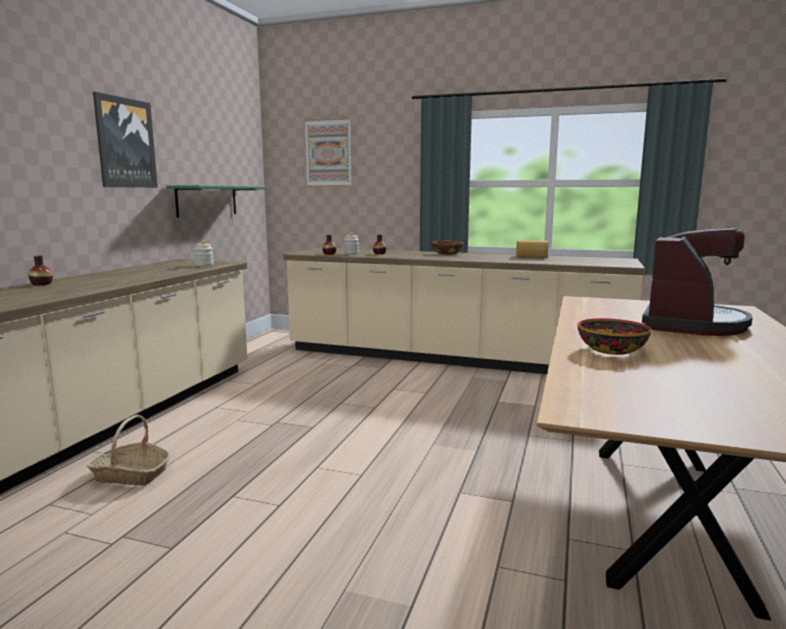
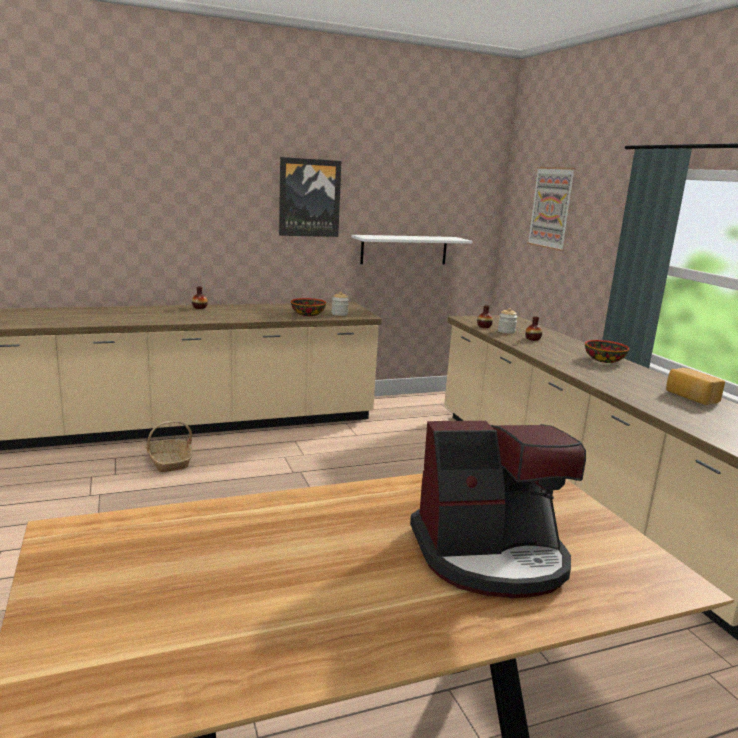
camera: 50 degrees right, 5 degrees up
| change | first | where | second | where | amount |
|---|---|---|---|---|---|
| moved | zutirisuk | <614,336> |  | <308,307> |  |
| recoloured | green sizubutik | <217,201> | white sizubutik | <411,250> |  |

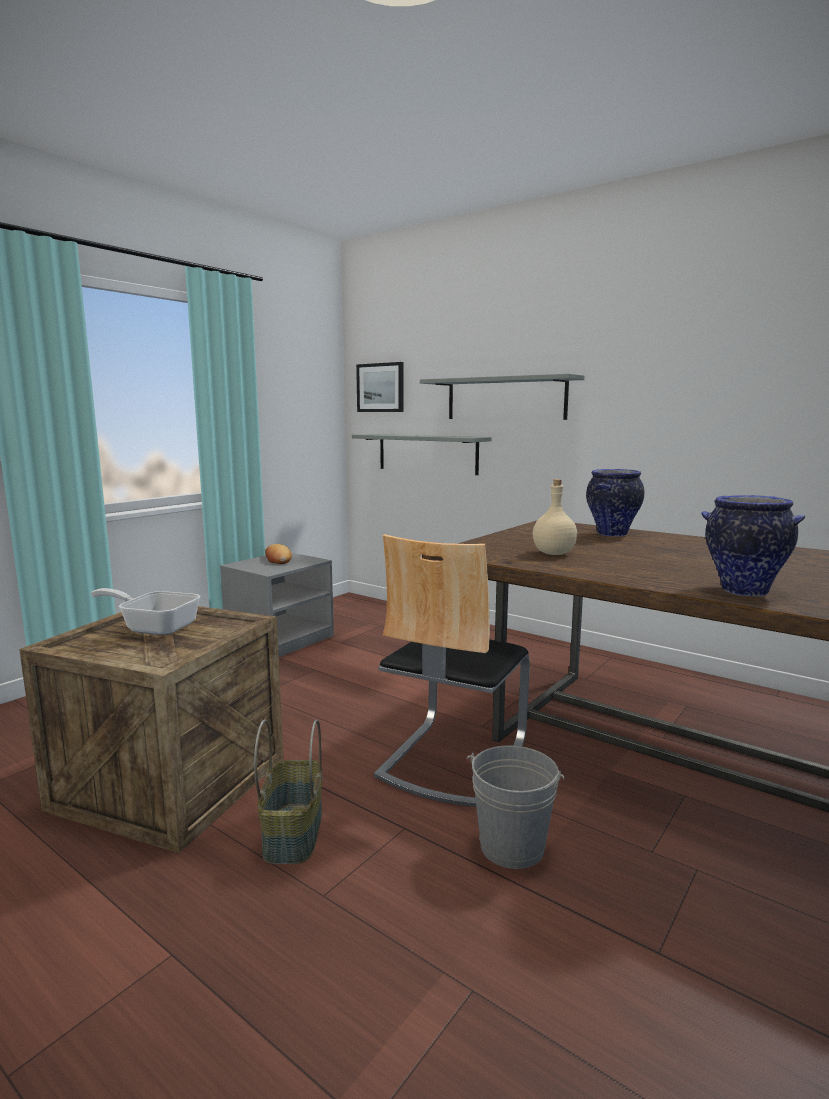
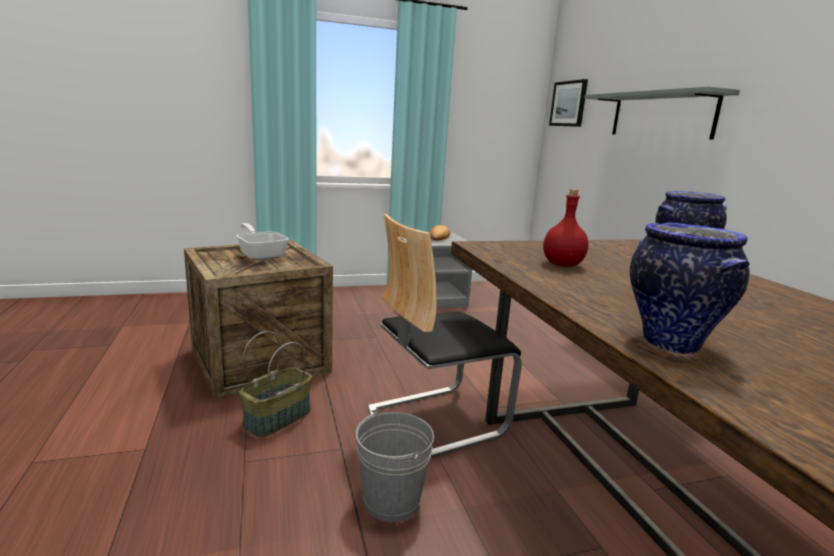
camera: 35 degrees right, 5 degrees up
| change | first | where | second | where | amount |
|---|---|---|---|---|---|
| removed | grey sizubutik | <422,454> |  |  |  |
| recoloured | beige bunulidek | <555,517> | red bunulidek | <565,228> |  |

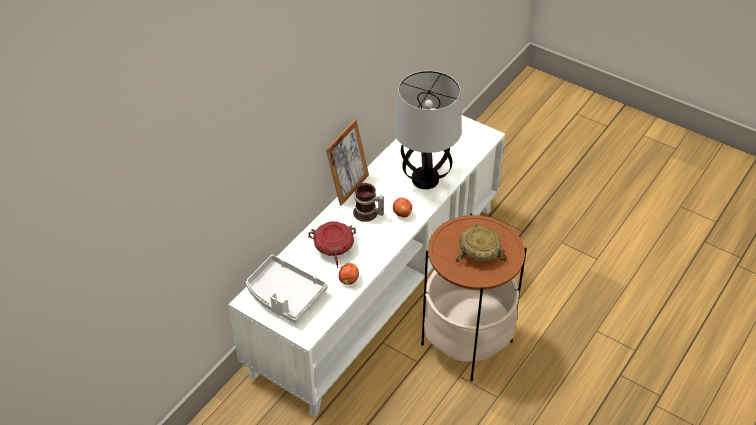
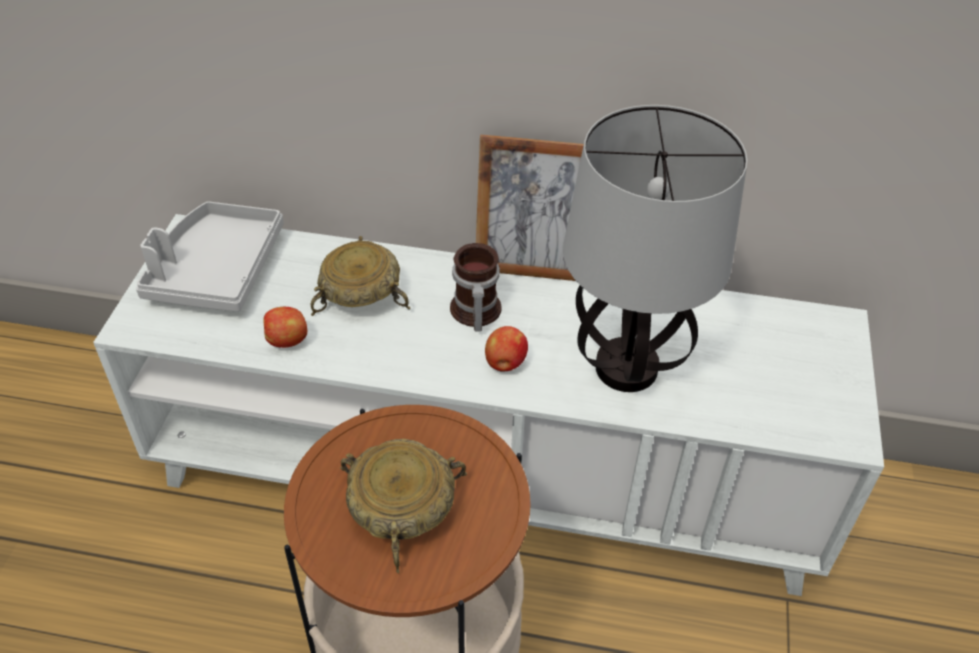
camera: 65 degrees right, 0 degrees up
| change | first | where | second | where | amount |
|---|---|---|---|---|---|
| recoloured | red zutirisuk | <332,244> | beige zutirisuk | <360,276> |  |

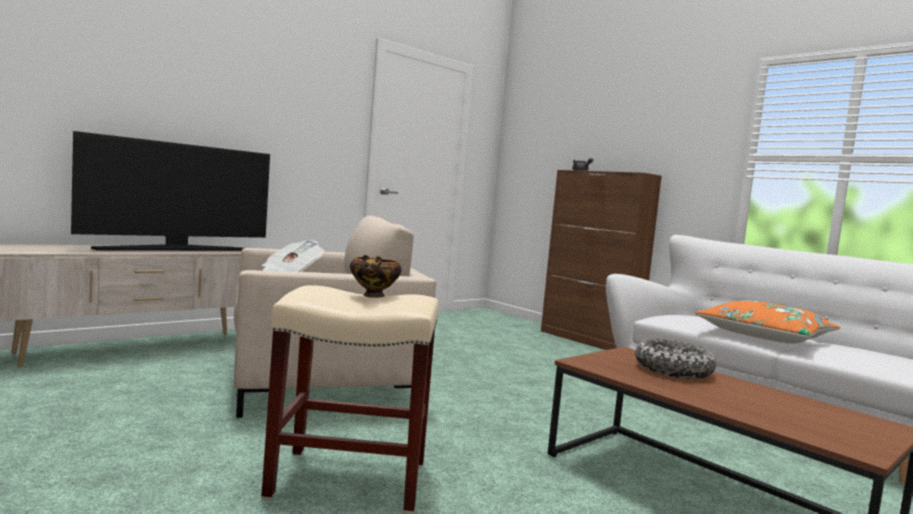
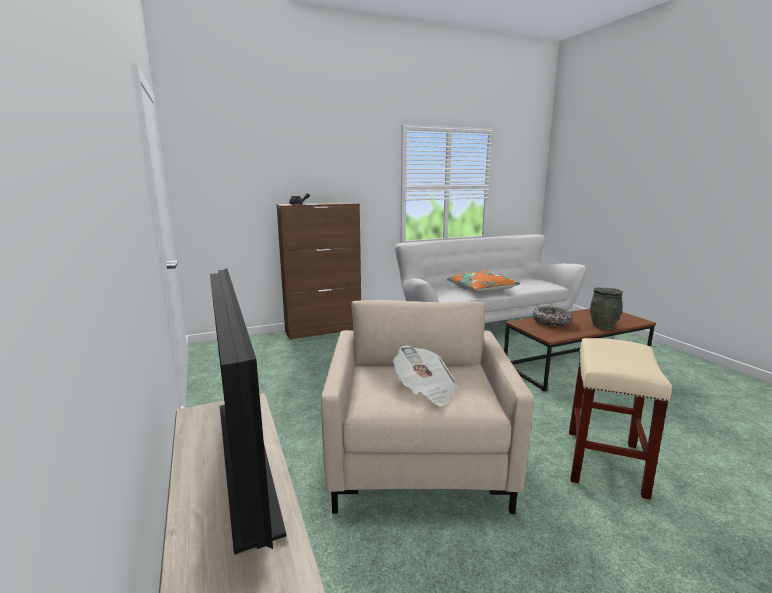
camera: 70 degrees left, 10 degrees up
| change | first | where | second | where | amount |
|---|---|---|---|---|---|
| removed | zutirisuk | <375,276> |  |  |  |
| added |  |  | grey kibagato | <606,309> |  |

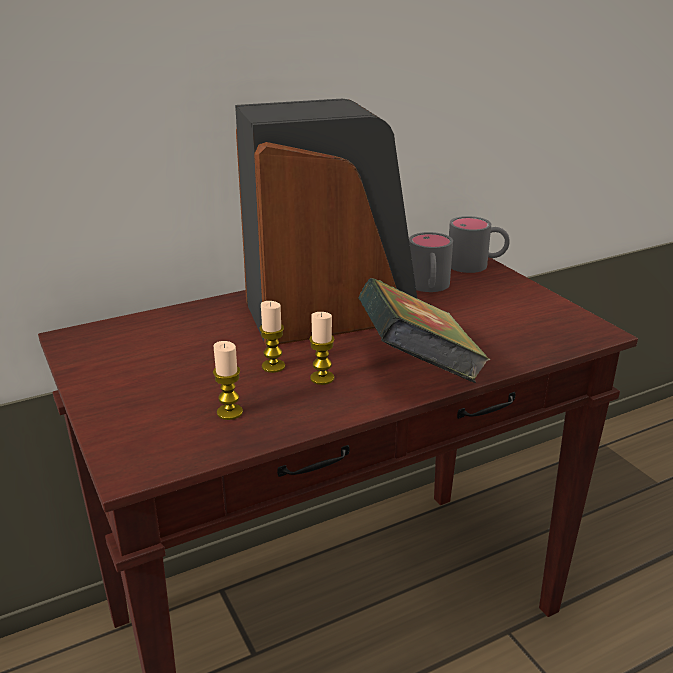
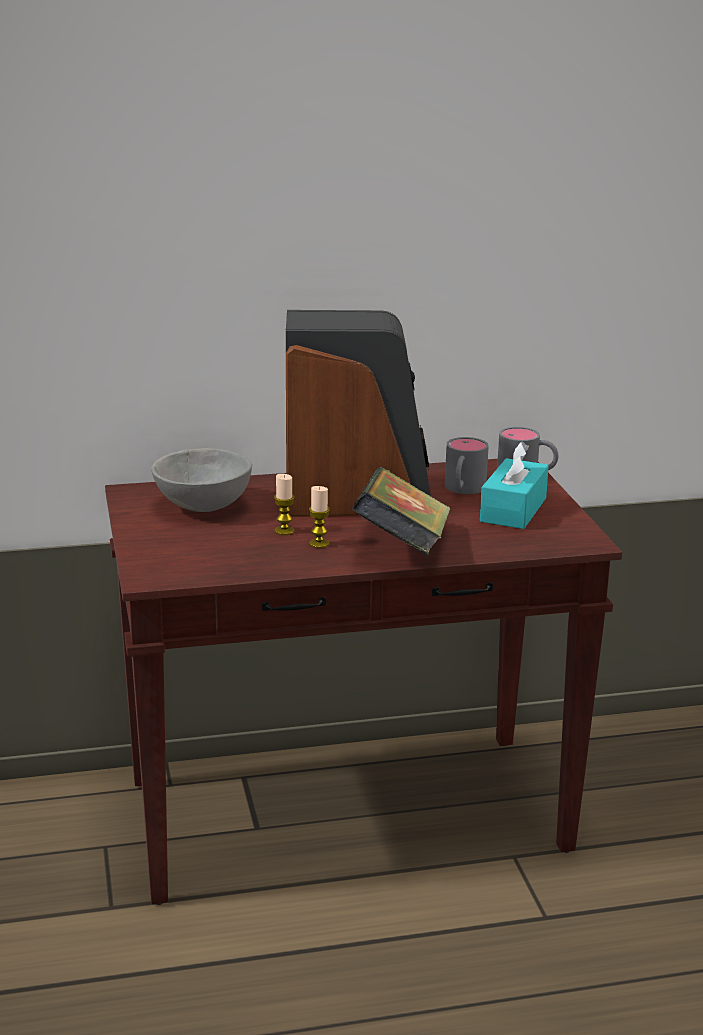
camera: 15 degrees right, 5 degrees down
| change | first | where | second | where | amount |
|---|---|---|---|---|---|
| removed | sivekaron | <228,380> |  |  |  |
| added |  |  | grey zutirisuk | <201,480> |  |
| added |  |  | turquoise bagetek | <514,485> |  |

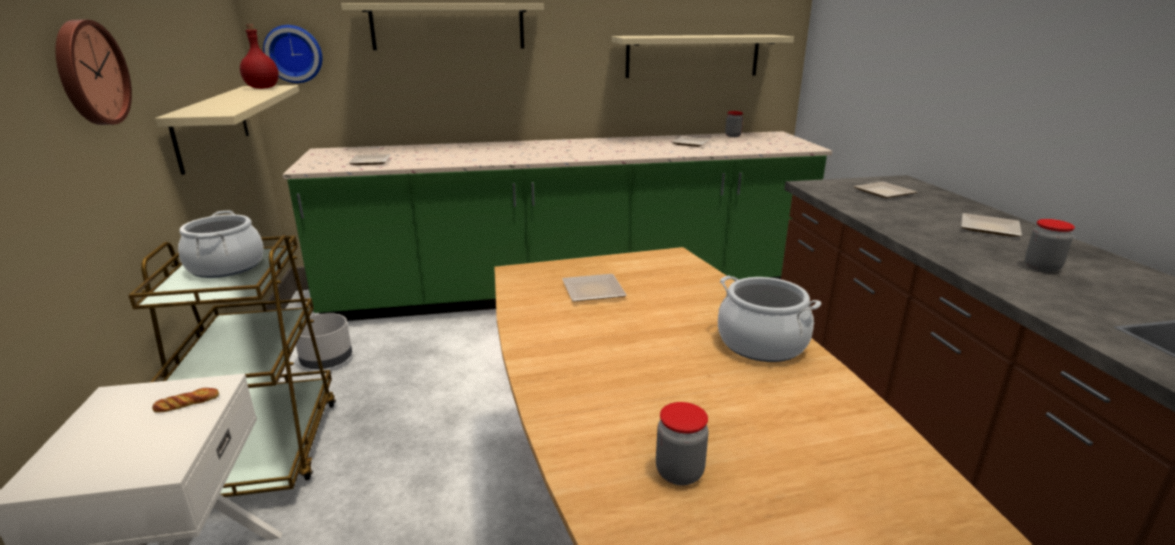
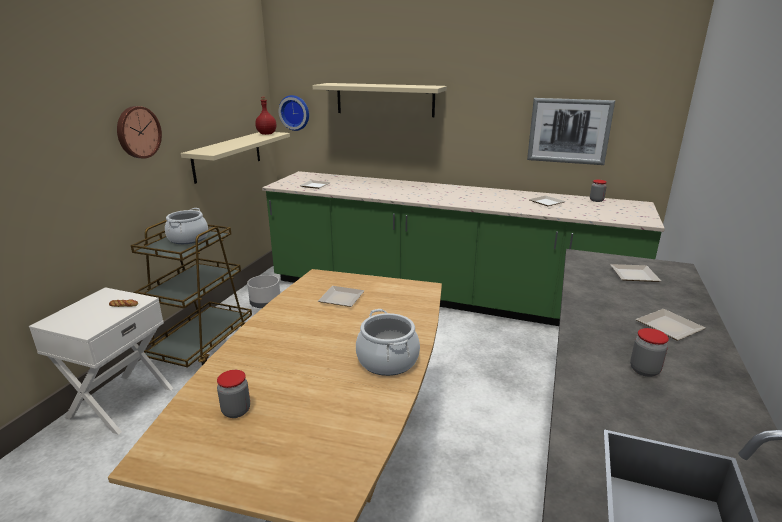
camera: 30 degrees right, 0 degrees up
| change | first | where | second | where | amount |
|---|---|---|---|---|---|
| replaced | beige sizubutik | <703,56> | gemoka | <571,131> |  |

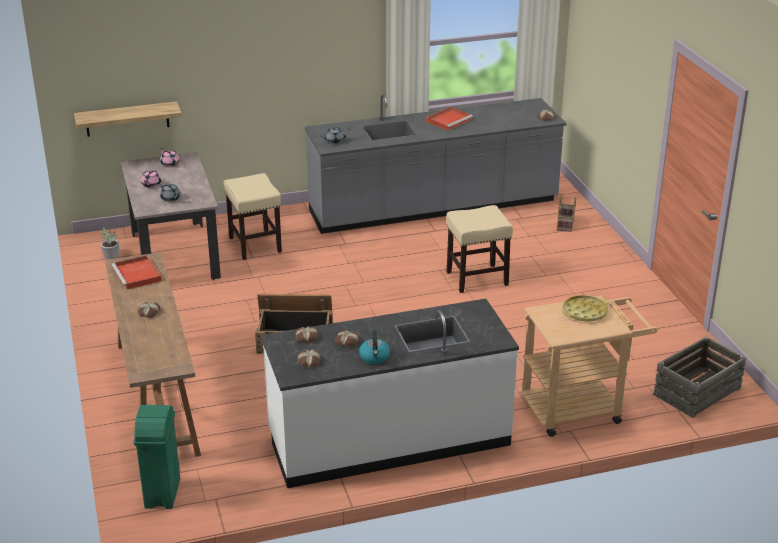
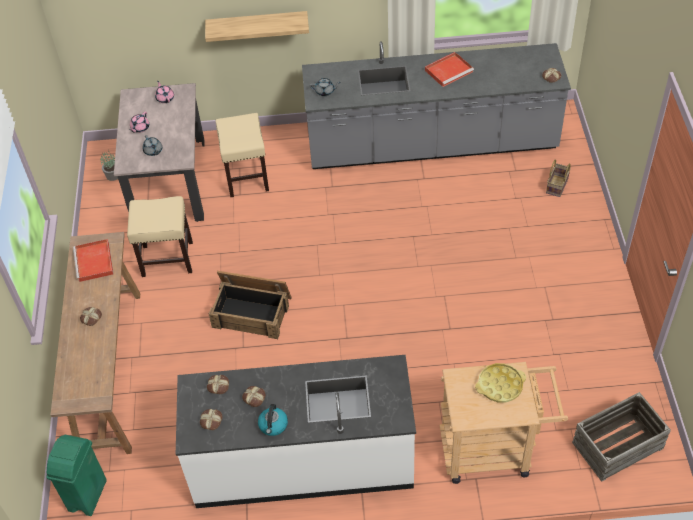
camera: 15 degrees right, 20 degrees up
| change | first | where | second | where | amount |
|---|---|---|---|---|---|
| moved | sizubutik | <128,119> |  | <257,26> |  |
| moved | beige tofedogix | <479,249> |  | <160,236> |  |

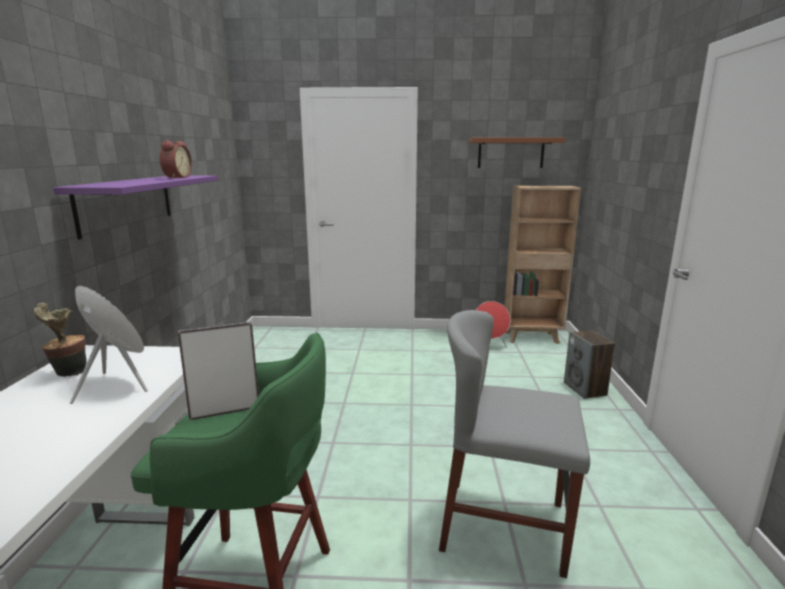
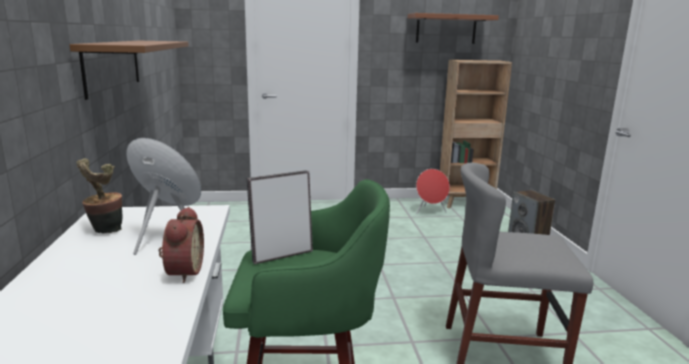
camera: 10 degrees left, 0 degrees up
| change | first | where | second | where | amount |
|---|---|---|---|---|---|
| moved | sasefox | <176,159> |  | <181,245> |  |
| recoloured | purple sizubutik | <135,208> | brown sizubutik | <129,70> |  |

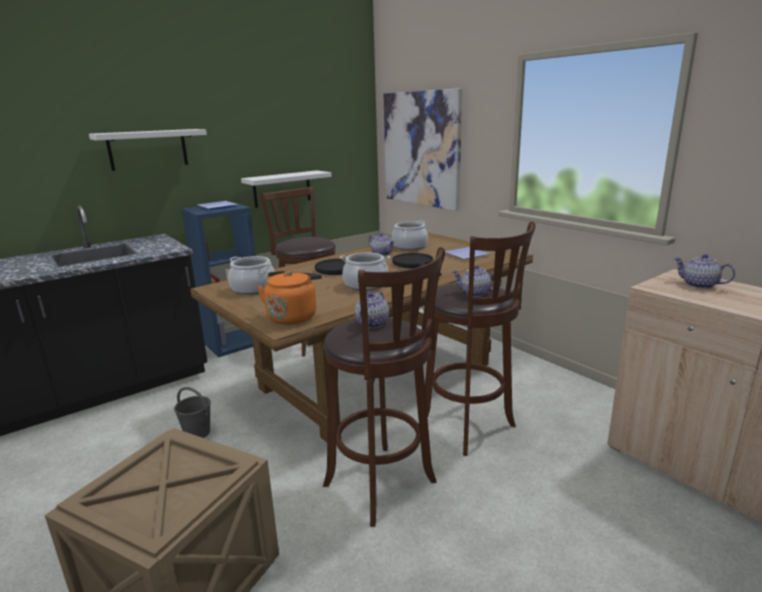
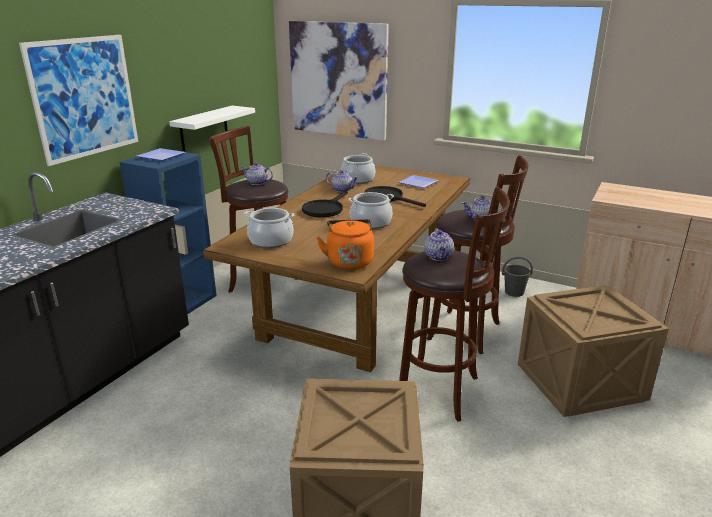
camera: 25 degrees left, 5 degrees up
| change | first | where | second | where | amount |
|---|---|---|---|---|---|
| added |  |  | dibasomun | <593,351> |  |
| moved | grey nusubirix | <192,412> |  | <517,276> |  |
| moved | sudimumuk | <704,271> |  | <257,174> |  |
| replaced | white sizubutik | <148,150> | gemoka | <78,100> |  |

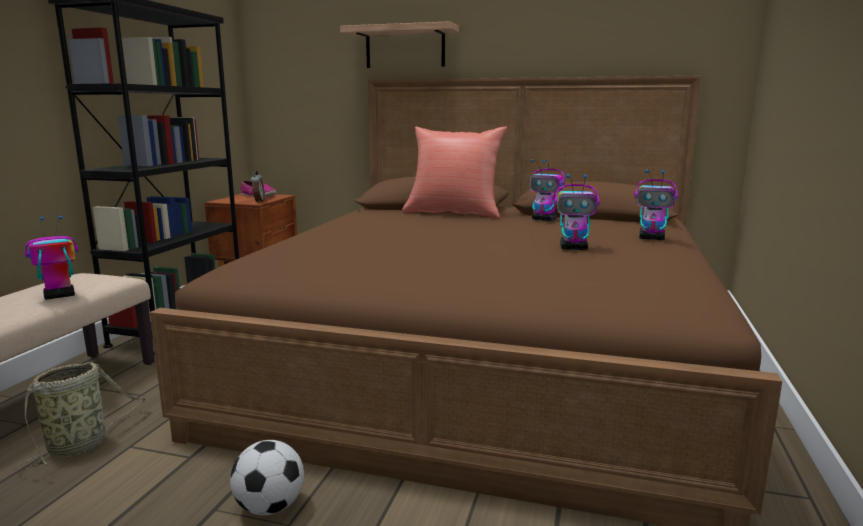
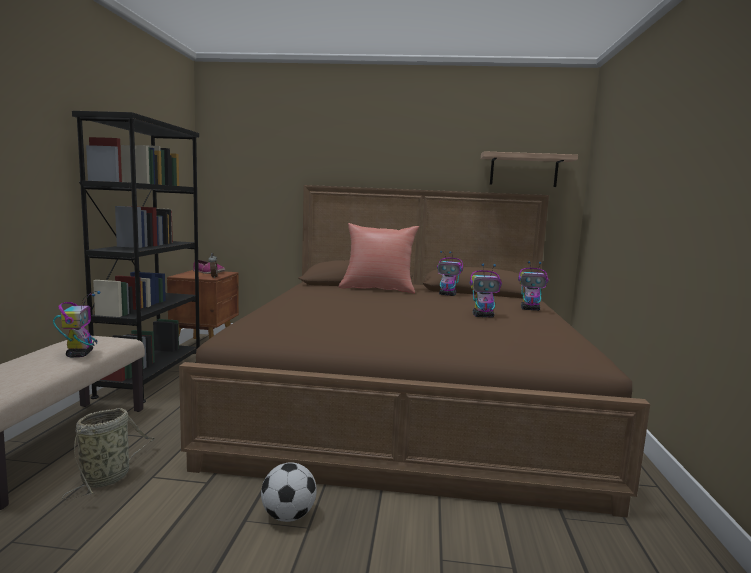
camera: 10 degrees left, 5 degrees down
| change | first | where | second | where | amount |
|---|---|---|---|---|---|
| moved | sizubutik | <399,44> |  | <529,169> |  |
| turned | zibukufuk | <51,258> |  | <77,324> | 120 degrees clockwise |

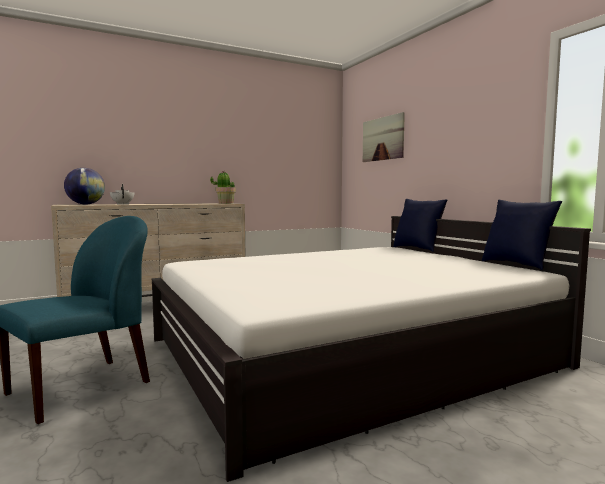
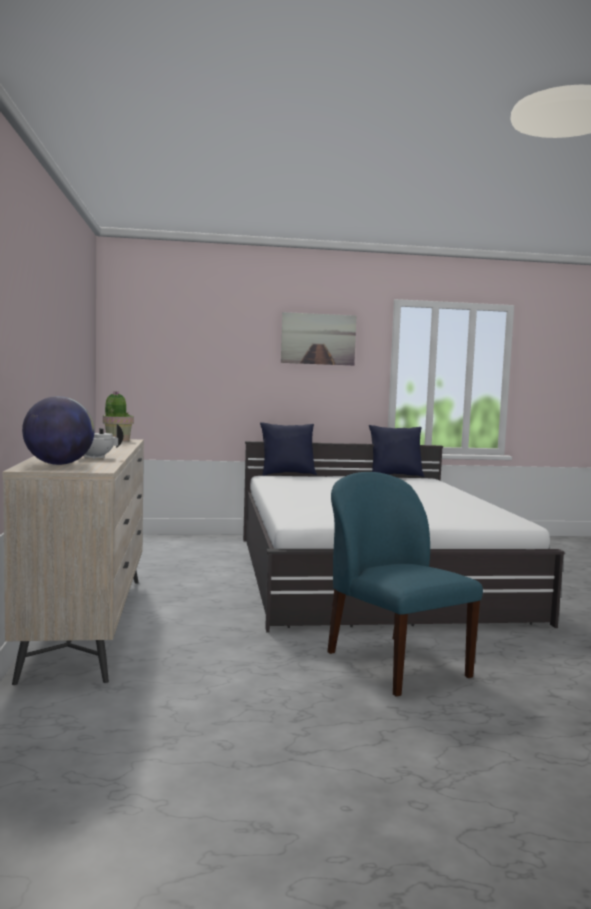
camera: 70 degrees left, 0 degrees up
| change | first | where | second | where | amount |
|---|---|---|---|---|---|
| moved | gemoka | <384,137> |  | <318,339> |  |

